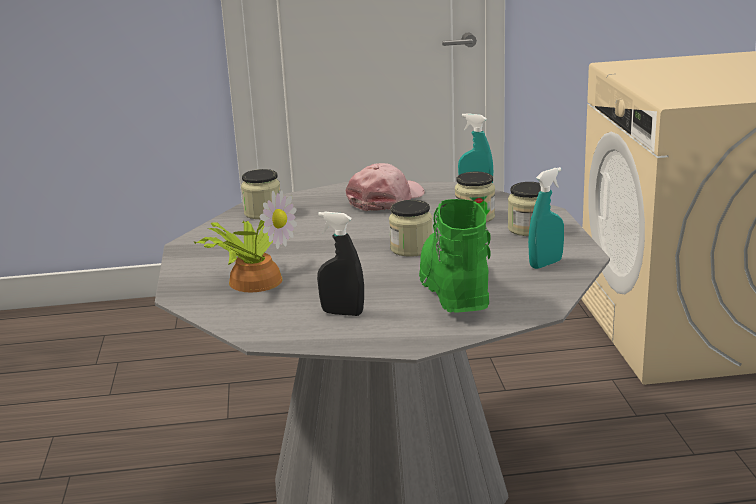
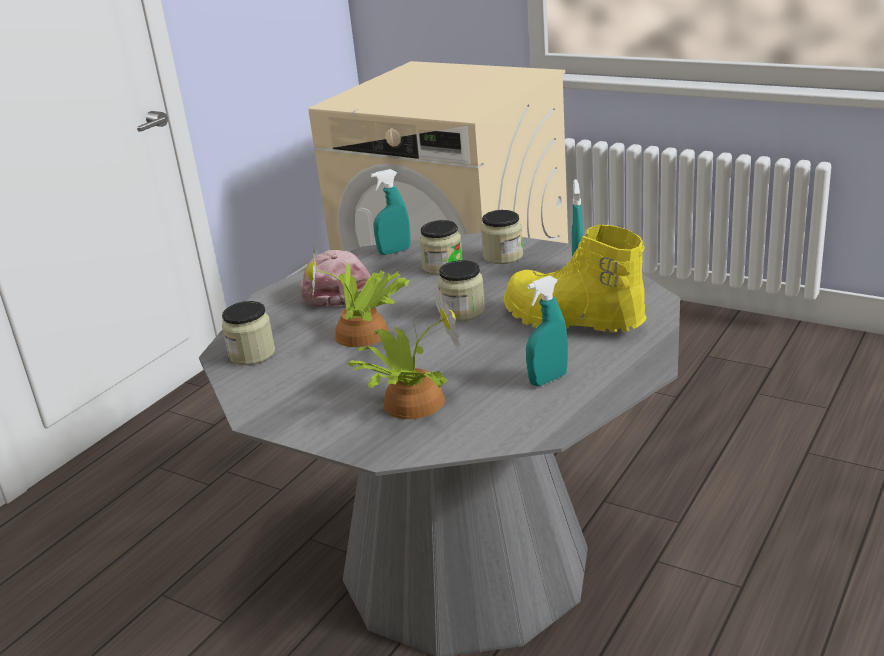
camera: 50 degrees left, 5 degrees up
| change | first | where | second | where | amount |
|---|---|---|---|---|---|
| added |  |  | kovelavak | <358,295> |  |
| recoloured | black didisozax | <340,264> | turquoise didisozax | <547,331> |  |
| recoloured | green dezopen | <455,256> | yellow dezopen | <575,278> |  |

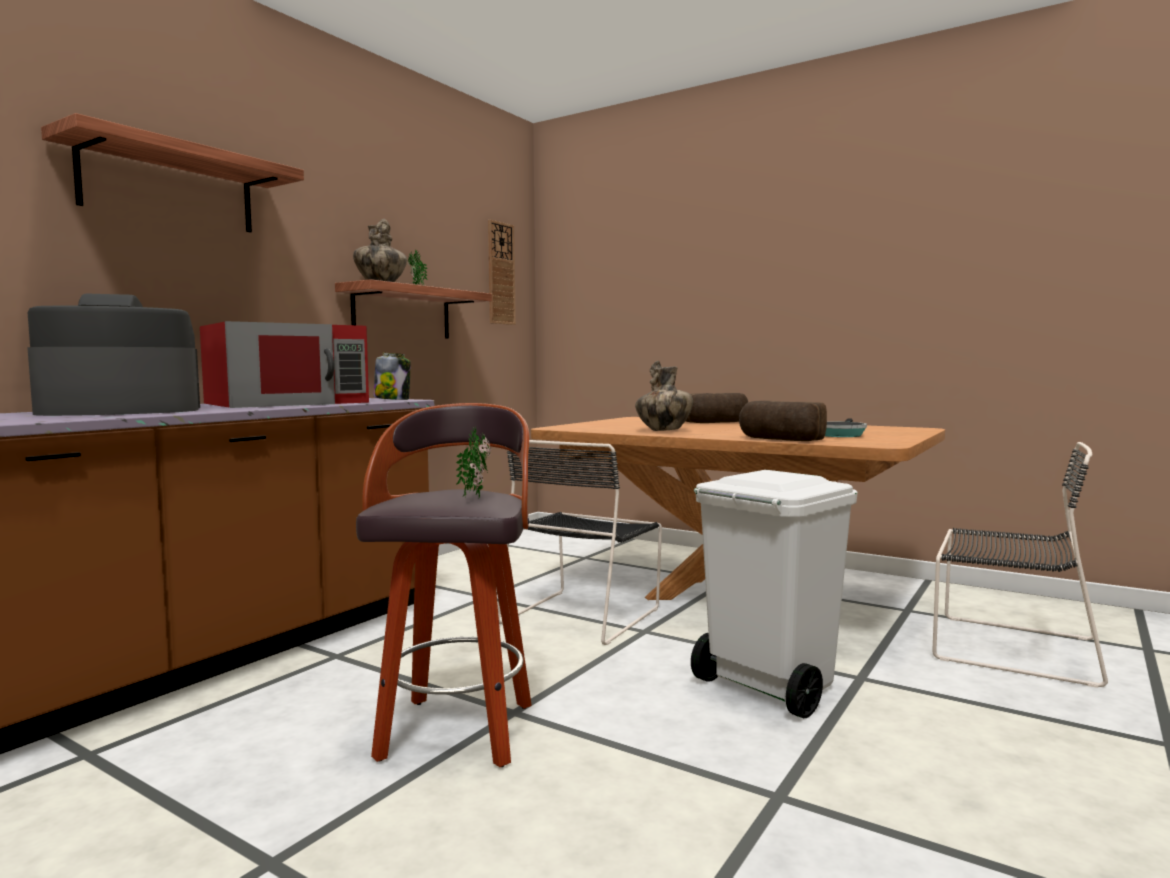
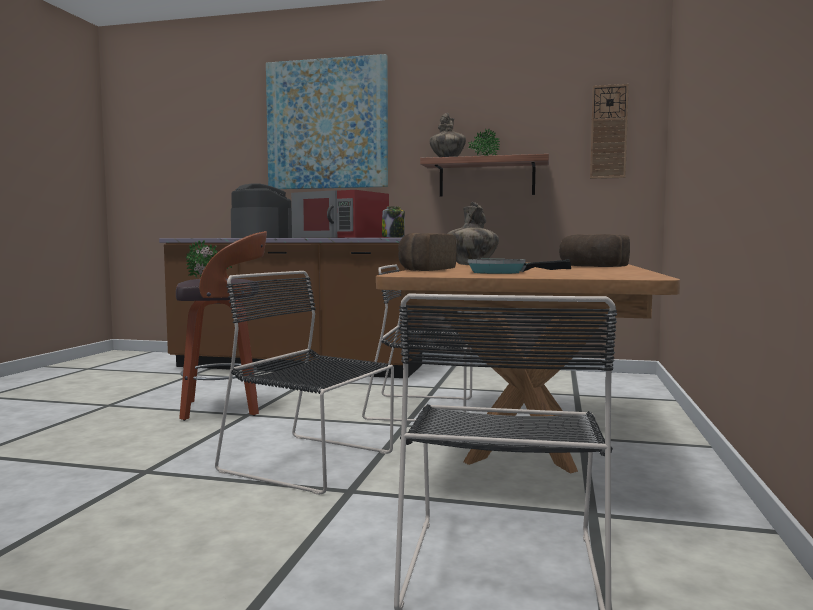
camera: 70 degrees right, 0 degrees up
| change | first | where | second | where | amount |
|---|---|---|---|---|---|
| replaced | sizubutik | <172,173> | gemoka | <327,121> |  |
| replaced | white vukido | <774,594> | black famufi | <304,383> |  |

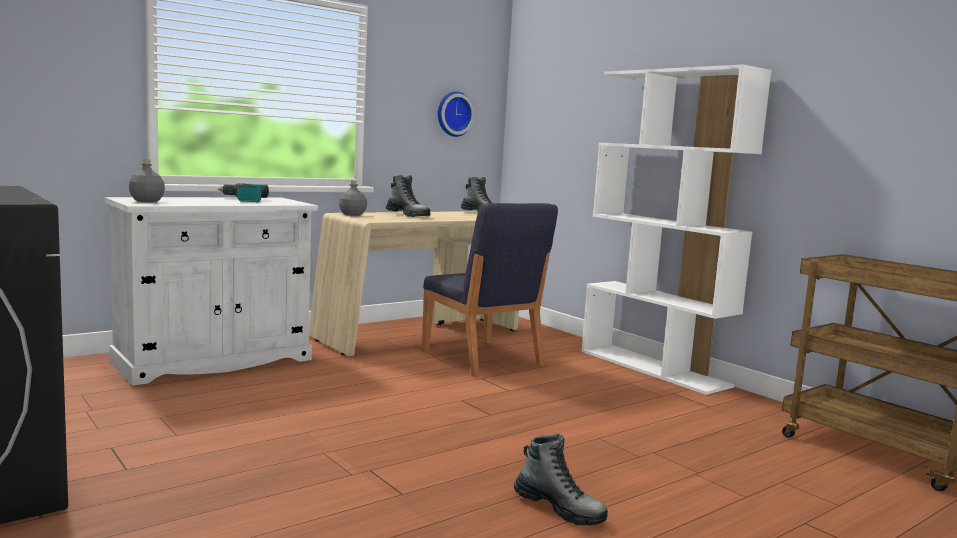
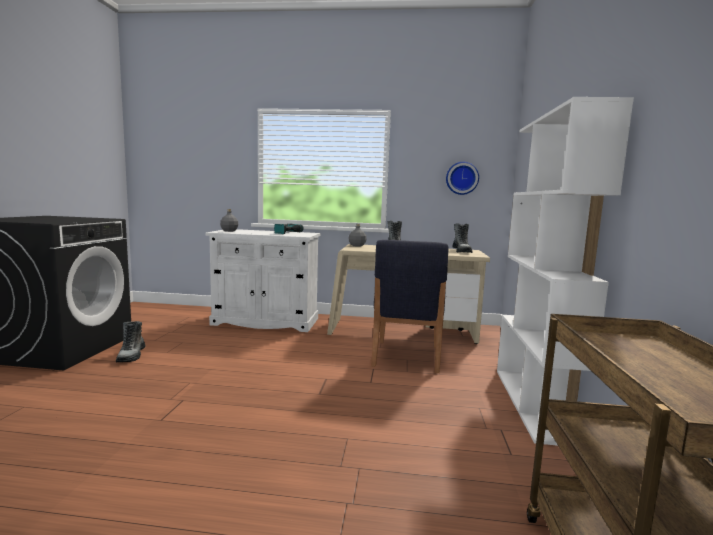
camera: 45 degrees right, 0 degrees up
| change | first | where | second | where | amount |
|---|---|---|---|---|---|
| moved | dezopen | <561,479> |  | <131,341> |  |

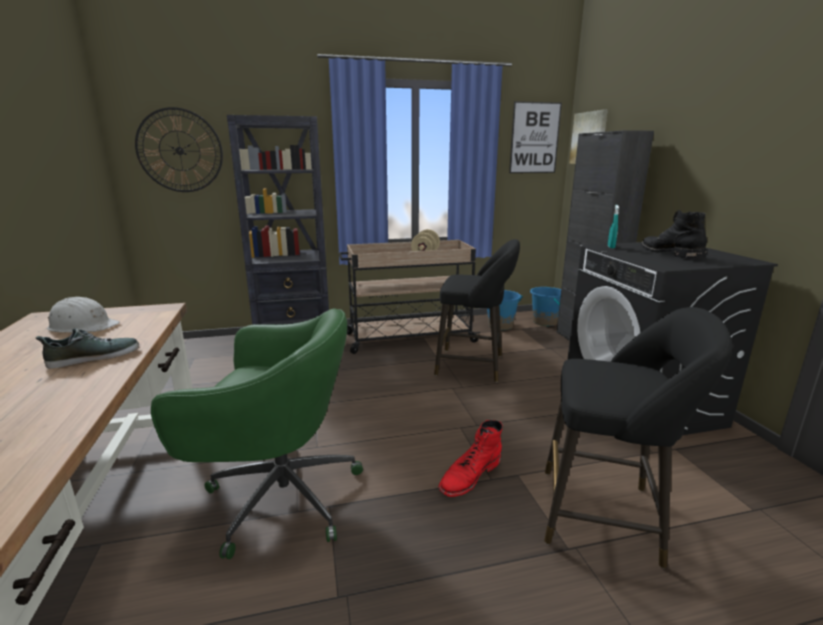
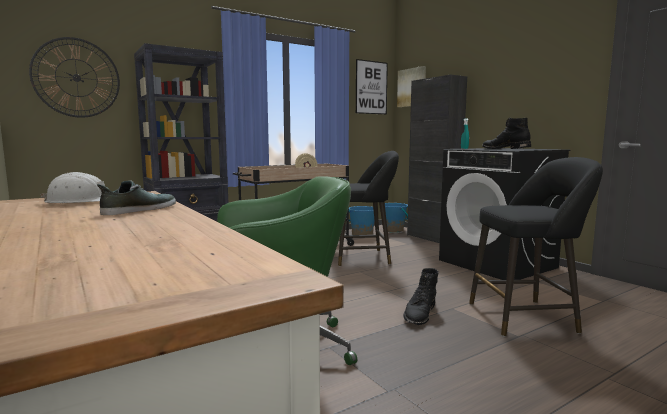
camera: 20 degrees left, 10 degrees down
| change | first | where | second | where | amount |
|---|---|---|---|---|---|
| recoloured | red dezopen | <470,458> | black dezopen | <421,296> |  |

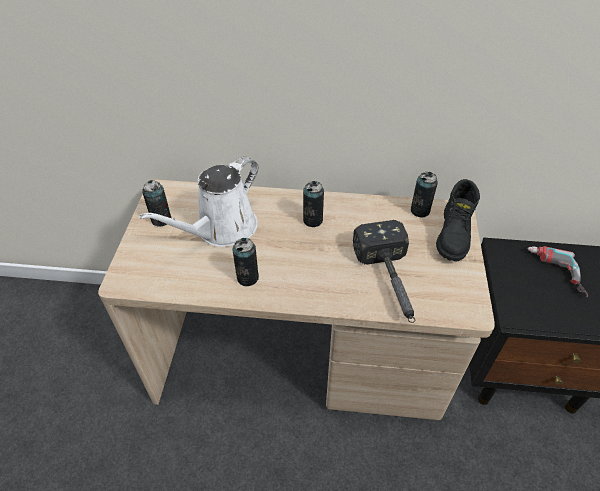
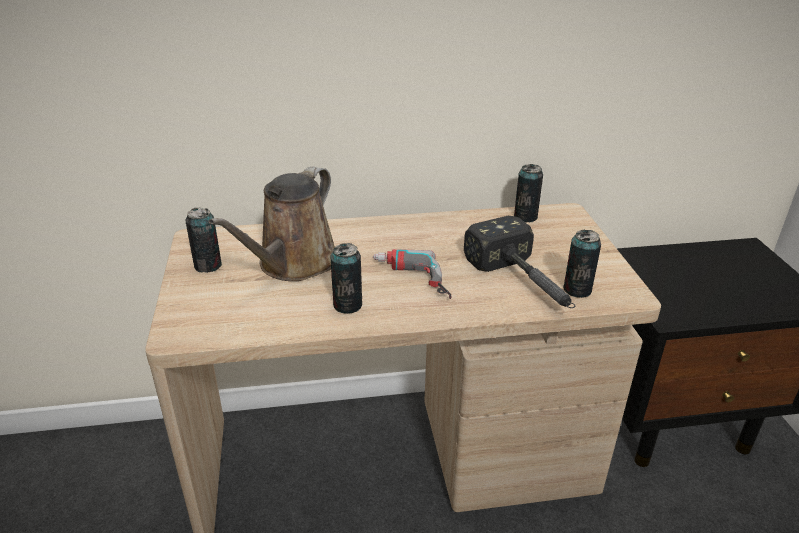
camera: 15 degrees left, 15 degrees down
| change | first | where | second | where | amount |
|---|---|---|---|---|---|
| removed | black dezopen | <458,220> |  |  |  |
| moved | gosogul | <313,204> |  | <582,264> |  |
| moved | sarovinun | <557,272> |  | <412,274> |  |
| recoloured | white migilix | <198,202> | brown migilix | <271,224> |  |

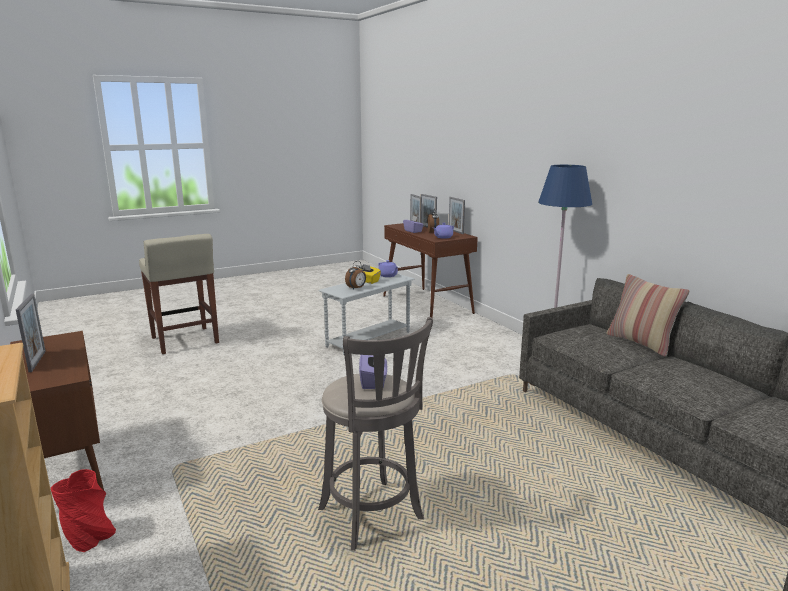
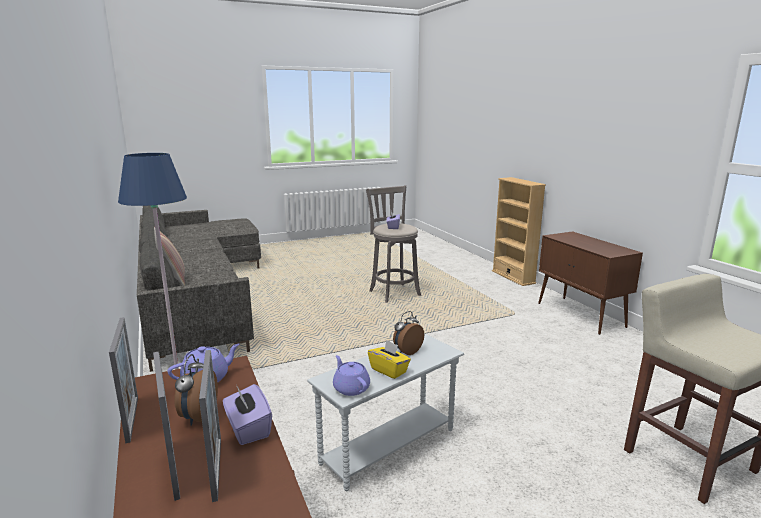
camera: 175 degrees left, 0 degrees up
| change | first | where | second | where | amount |
|---|---|---|---|---|---|
| removed | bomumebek | <31,333> |  |  |  |
| removed | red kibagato | <83,510> |  |  |  |

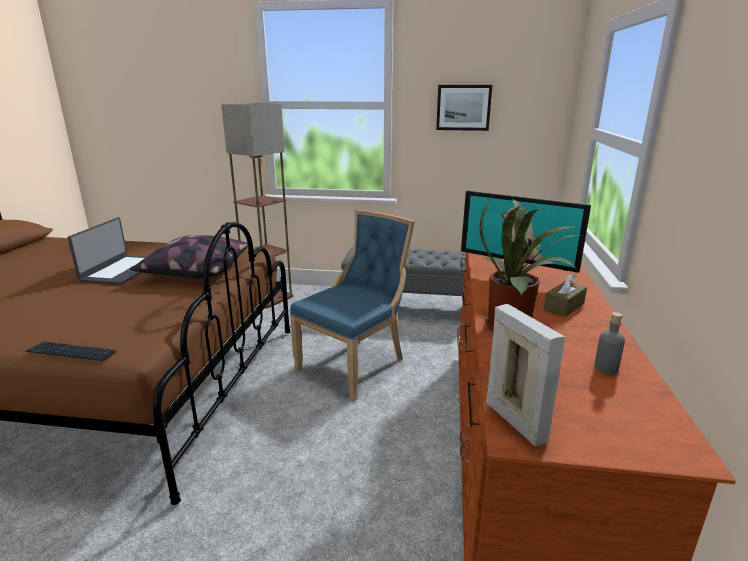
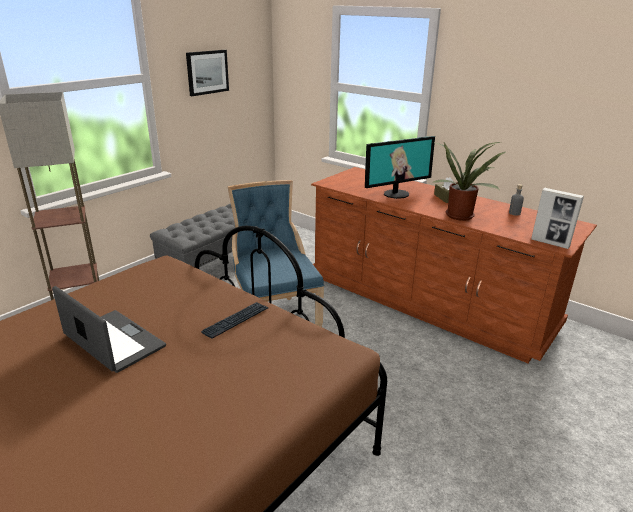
camera: 60 degrees left, 5 degrees up
| change | first | where | second | where | amount |
|---|---|---|---|---|---|
| removed | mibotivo | <188,256> |  |  |  |
| moved | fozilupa | <70,351> |  | <234,320> |  |
| turned | bomumebek | <525,375> |  | <557,218> | 150 degrees counterclockwise |

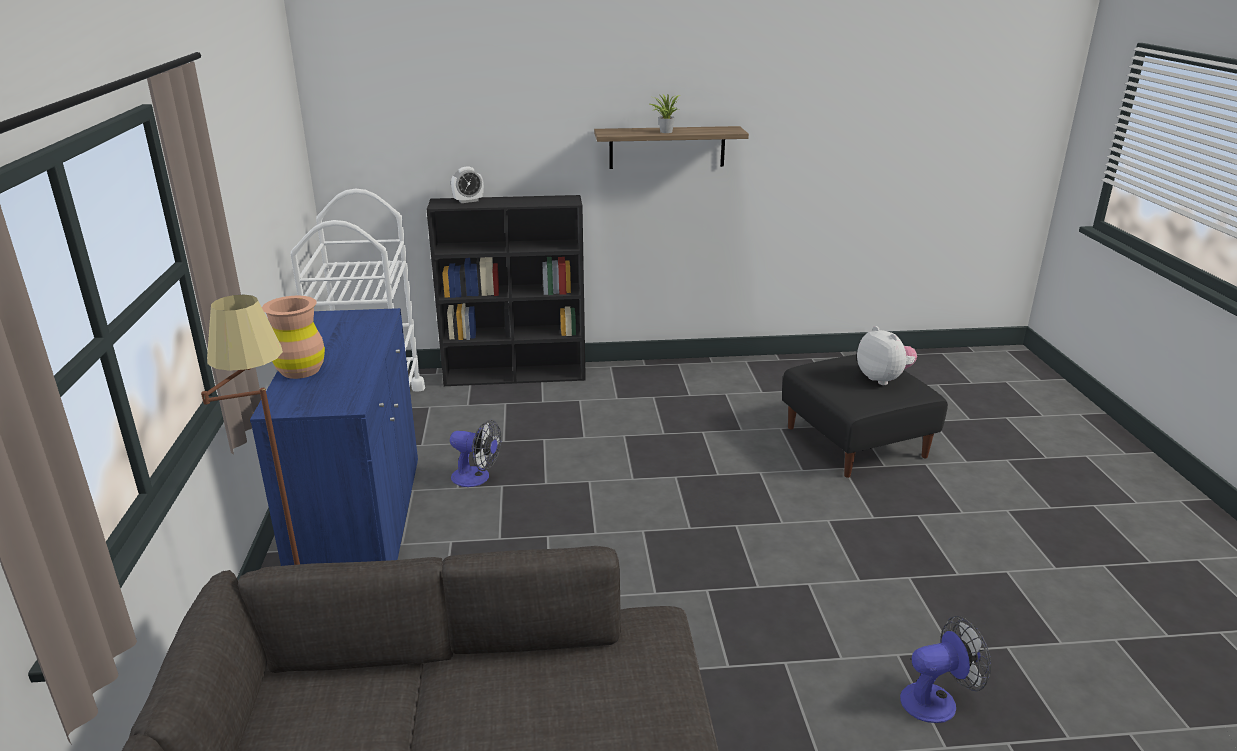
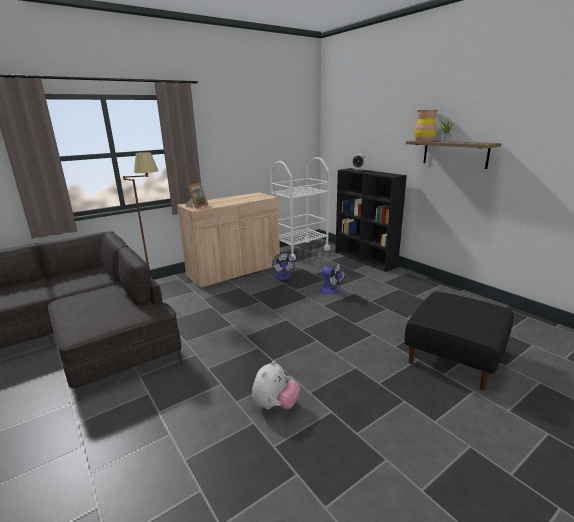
camera: 60 degrees right, 5 degrees down
| change | first | where | second | where | amount |
|---|---|---|---|---|---|
| added |  |  | bomumebek | <197,196> |  |
| moved | brown kibagato | <293,337> |  | <426,125> |  |
| moved | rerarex | <887,355> |  | <276,385> |  |
| moved | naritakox | <945,669> |  | <333,278> |  |
| recoloured | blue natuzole | <334,437> | beige natuzole | <228,240> |  |

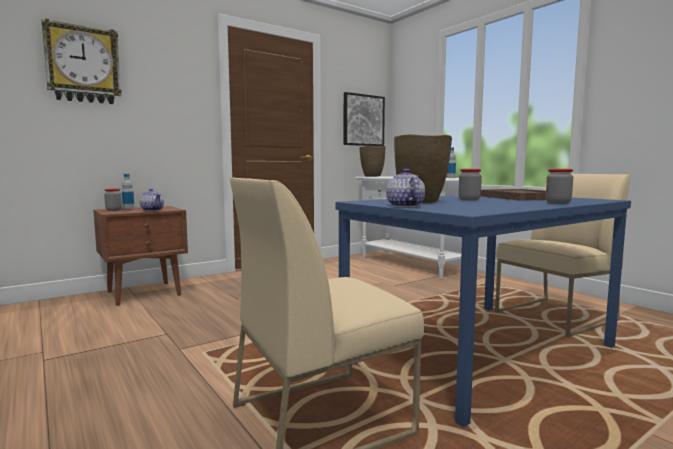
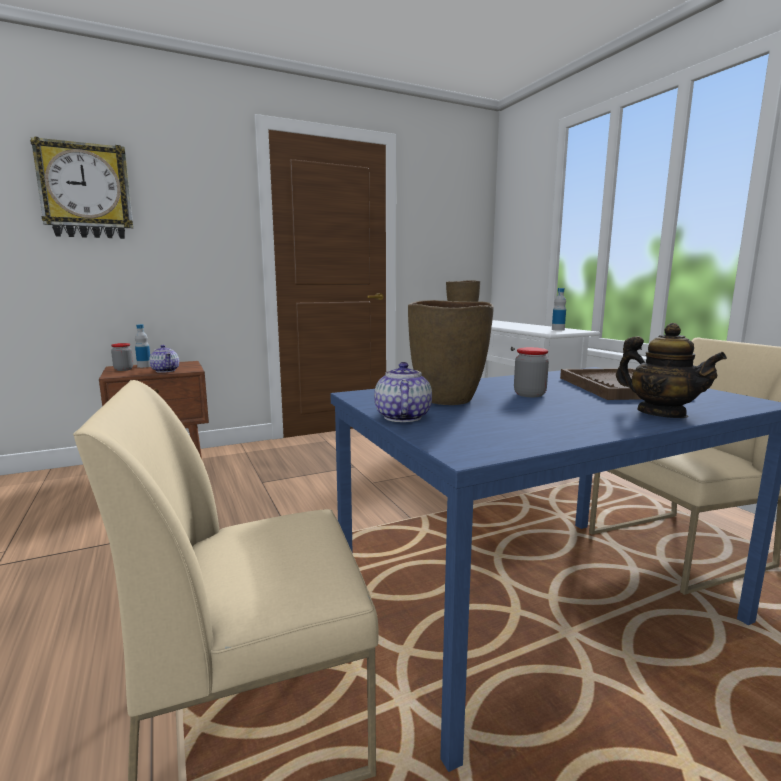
camera: 10 degrees right, 5 degrees up
| change | first | where | second | where | amount |
|---|---|---|---|---|---|
| removed | gemoka | <364,119> |  |  |  |
| replaced | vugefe | <559,186> | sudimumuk | <671,370> |  |

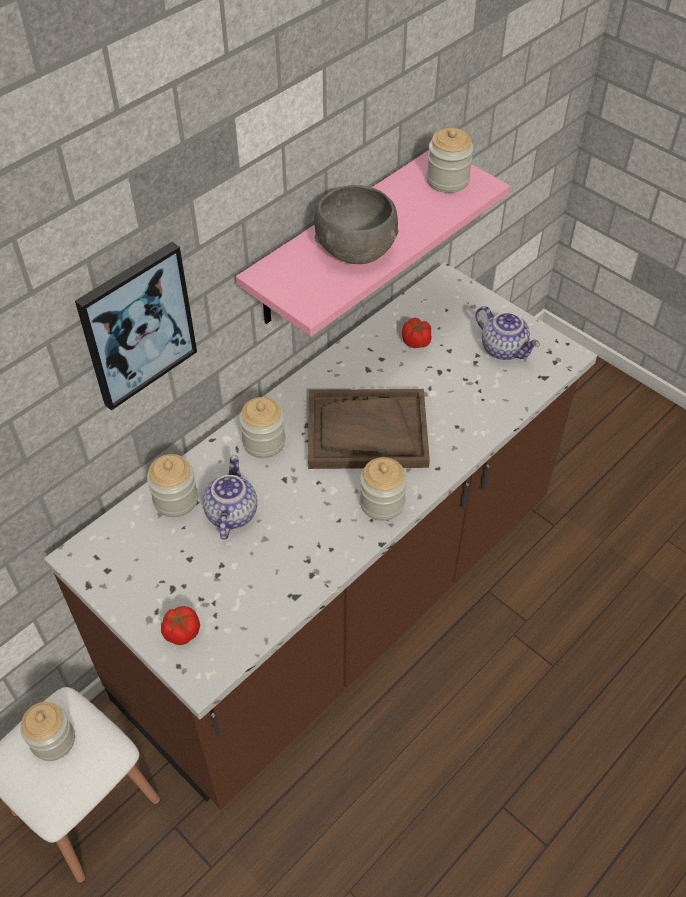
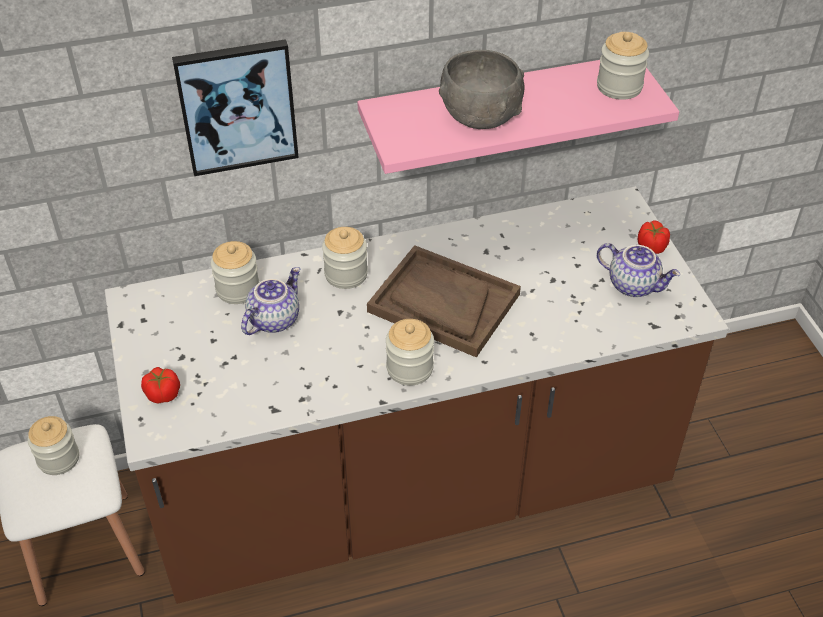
camera: 30 degrees right, 5 degrees down
| change | first | where | second | where | amount |
|---|---|---|---|---|---|
| moved | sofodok | <416,333> |  | <654,237> |  |
| turned | sudimumuk | <508,333> |  | <638,270> | 45 degrees counterclockwise |

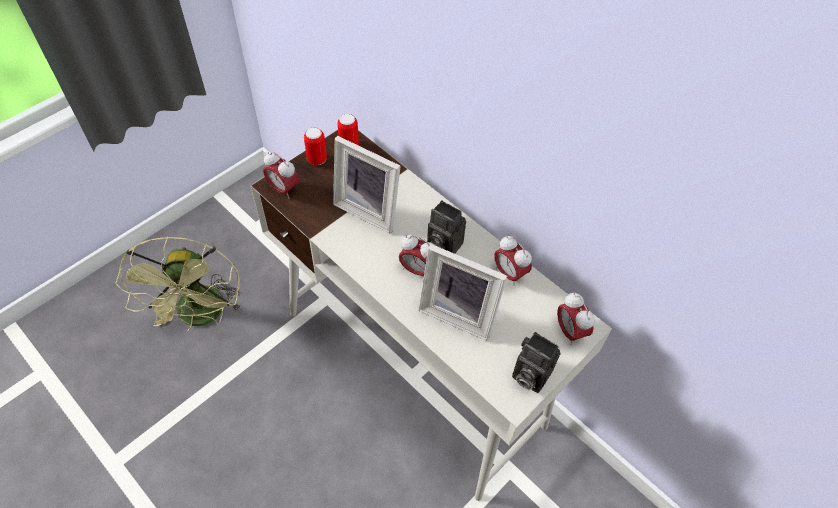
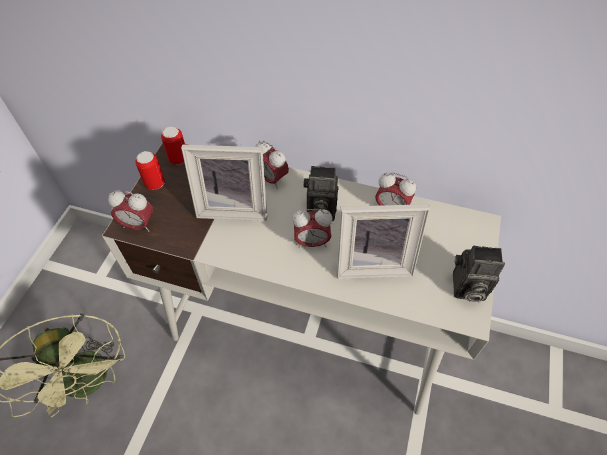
camera: 25 degrees left, 0 degrees up
| change | first | where | second | where | amount |
|---|---|---|---|---|---|
| moved | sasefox | <576,318> |  | <272,165> |  |

